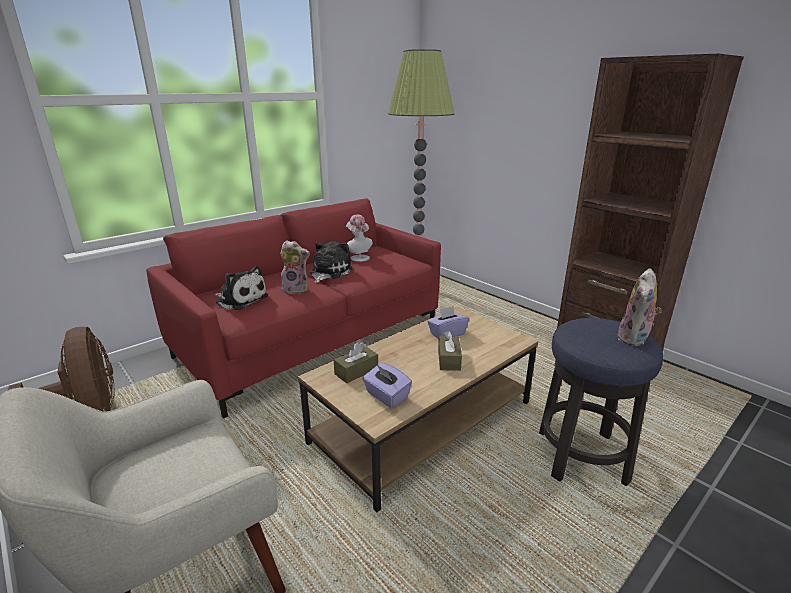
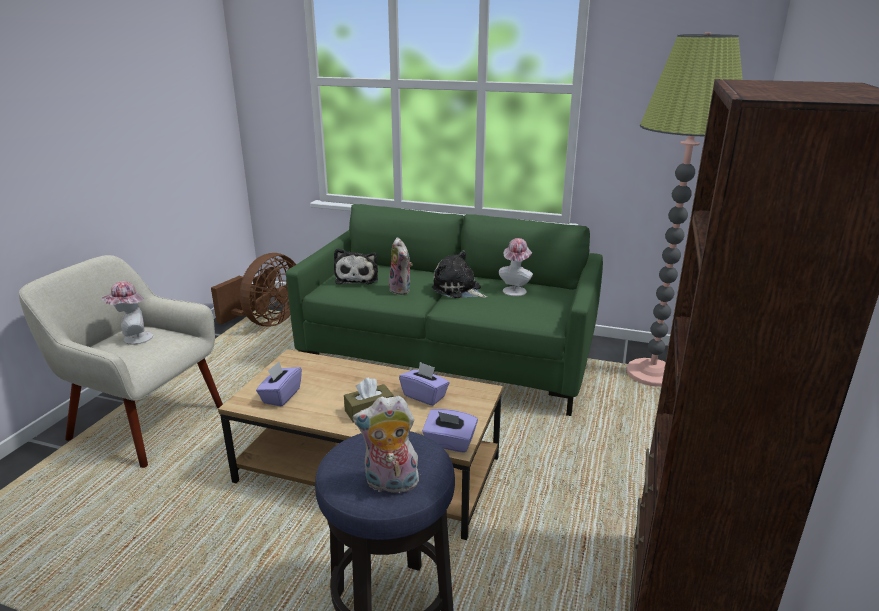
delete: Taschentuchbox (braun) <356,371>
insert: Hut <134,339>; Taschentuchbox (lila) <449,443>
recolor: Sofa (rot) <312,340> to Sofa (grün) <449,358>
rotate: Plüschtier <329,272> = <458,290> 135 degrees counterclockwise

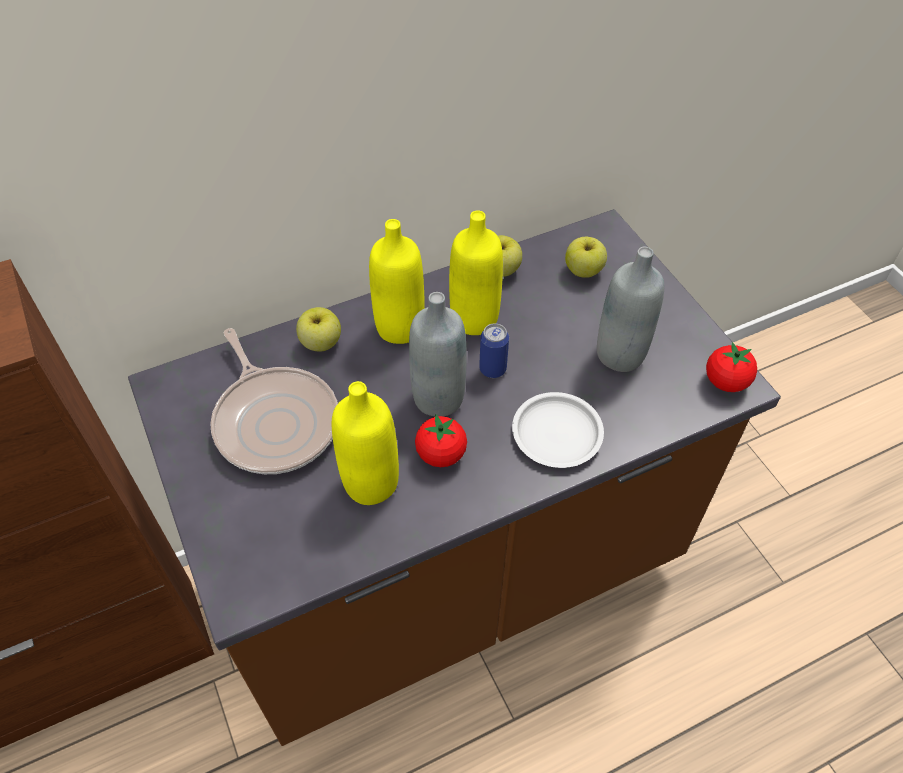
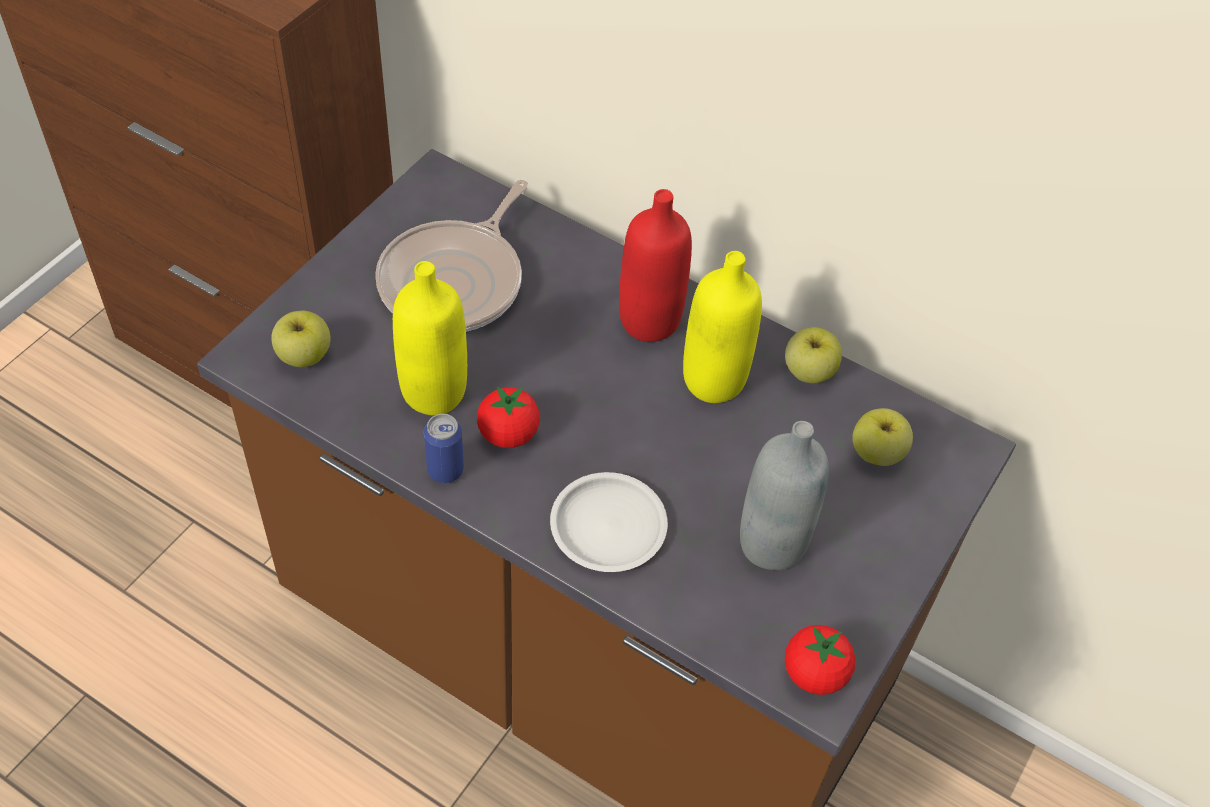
delete: Flasche (grau) <438,398>
move: Apfel <321,343> to <304,355>; Dose <492,369> to <445,470>
recolor: Flasche (gelb) <400,327> to Flasche (rot) <649,321>

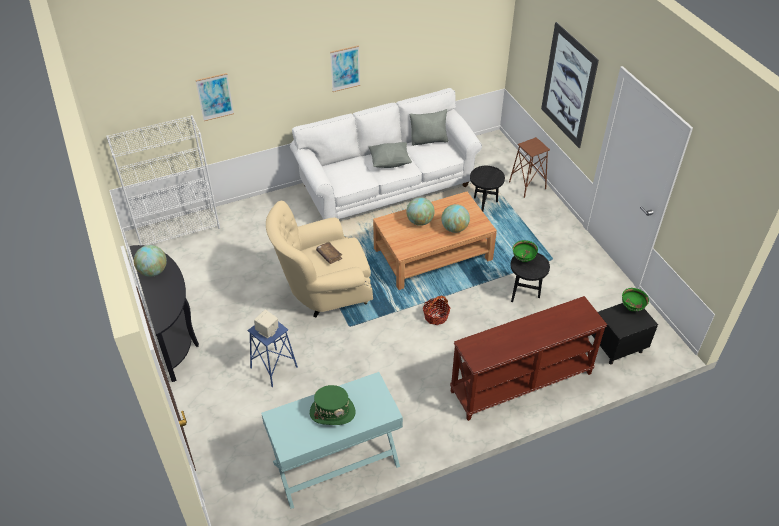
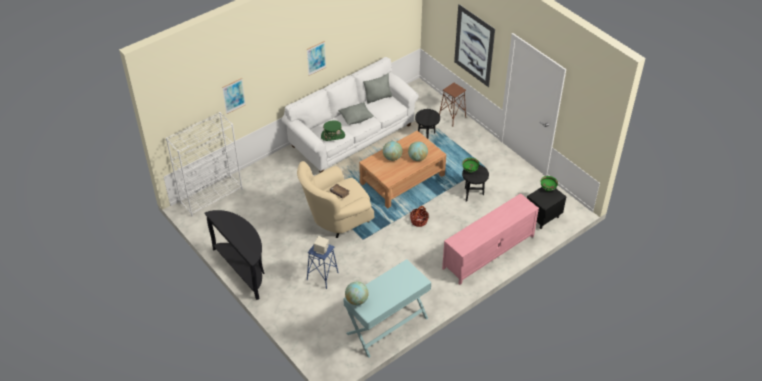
move: Globus <153,271> to <356,300>; Hut (grün) <332,412> to <333,136>
replace: Konsolentisch (braun) <521,383> to Fernsehschrank (rosa) <488,252>

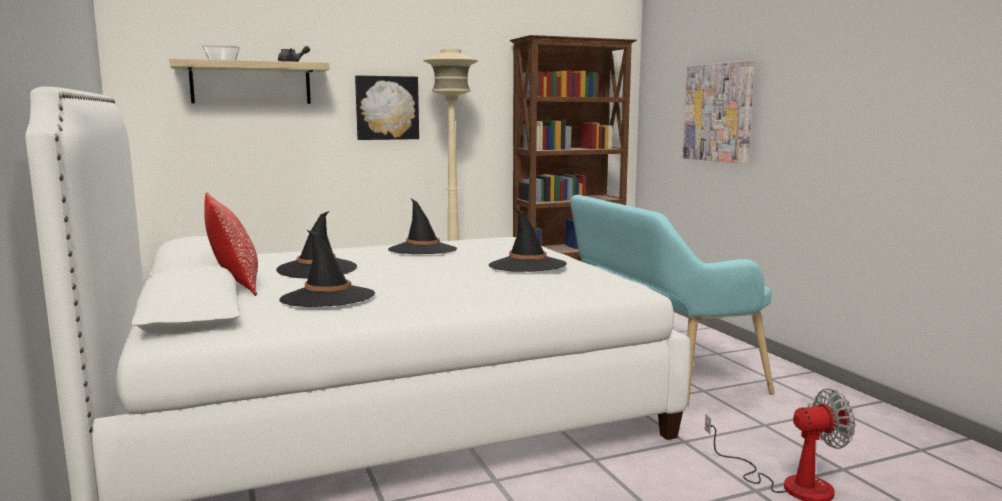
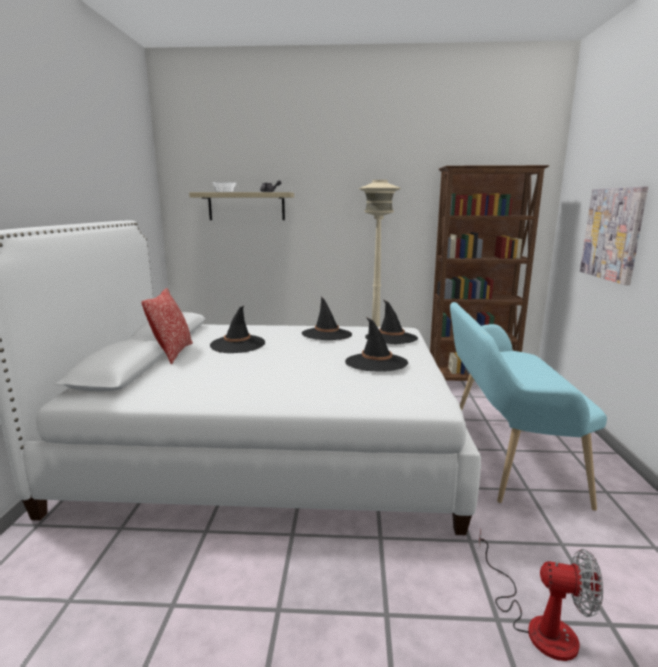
delete: Bild <387,108>
move: Hut (schwarz) <327,298> to <391,338>

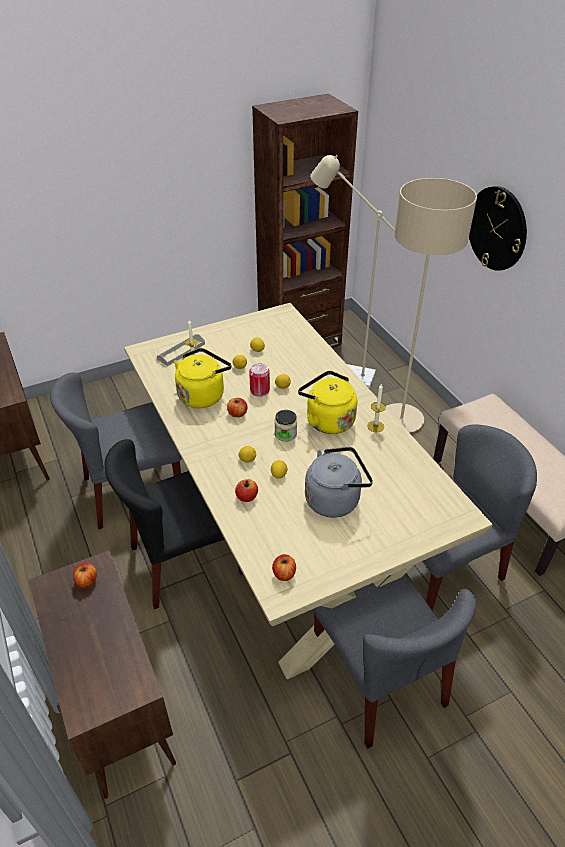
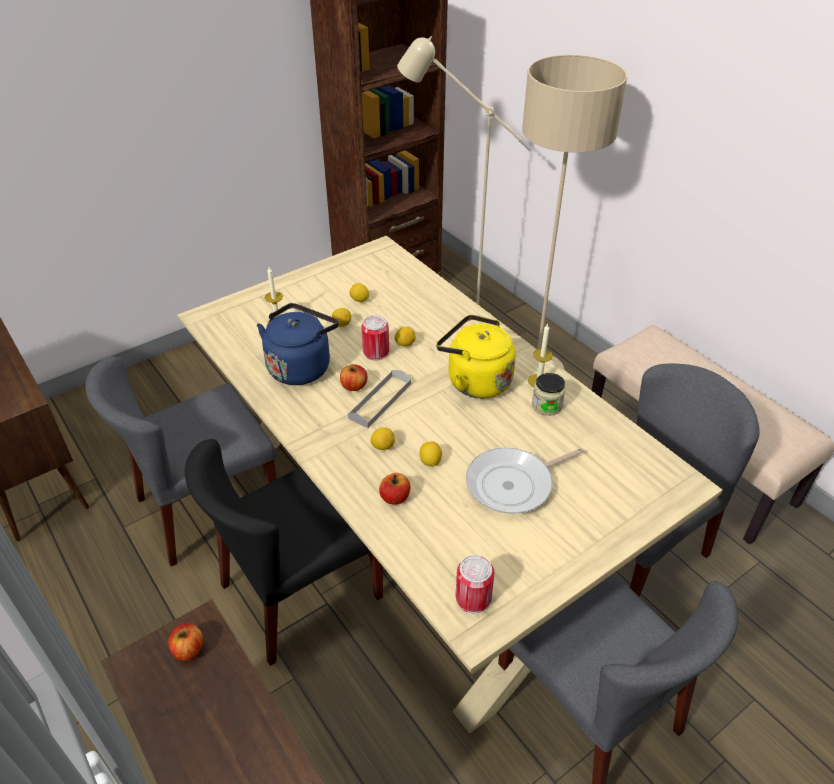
delete: Wanduhr <497,228>
move: Tablett (grau) <181,351> to <380,401>; Vorratsglas <285,434> to <546,405>
replace: Apfel <284,574> to Dose <473,598>; Wasserkessel (grau) <335,499> to Pfanne <514,484>
recolor: Wasserkessel (gelb) <203,395> to Wasserkessel (blau) <301,366>

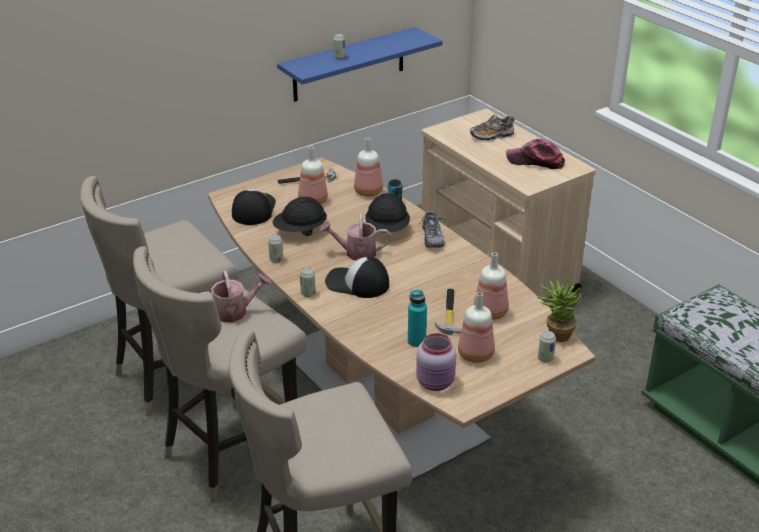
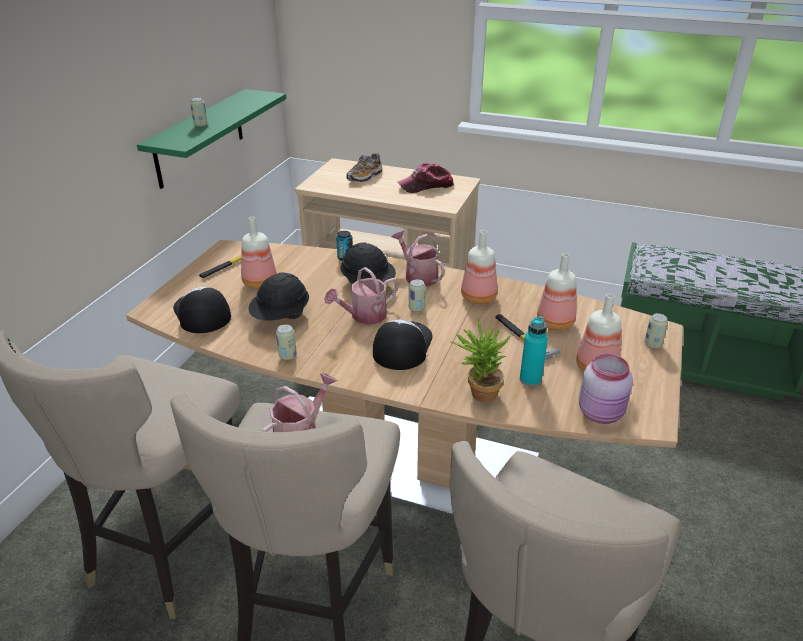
move: Dose <308,293> to <416,308>; Flasche <369,191> to <478,297>; Topfpflanze <555,334> to <478,393>
replace: Schuh <432,237> to Gießkanne <418,276>
recolor: Wandregal (blau) <349,65> to Wandregal (grün) <200,138>
rotate: Kappe <357,283> = <402,346> 120 degrees clockwise

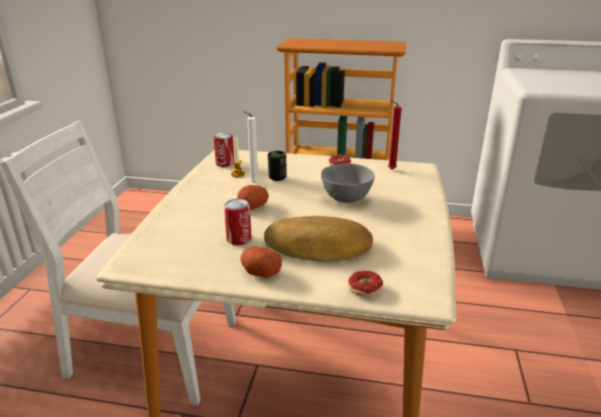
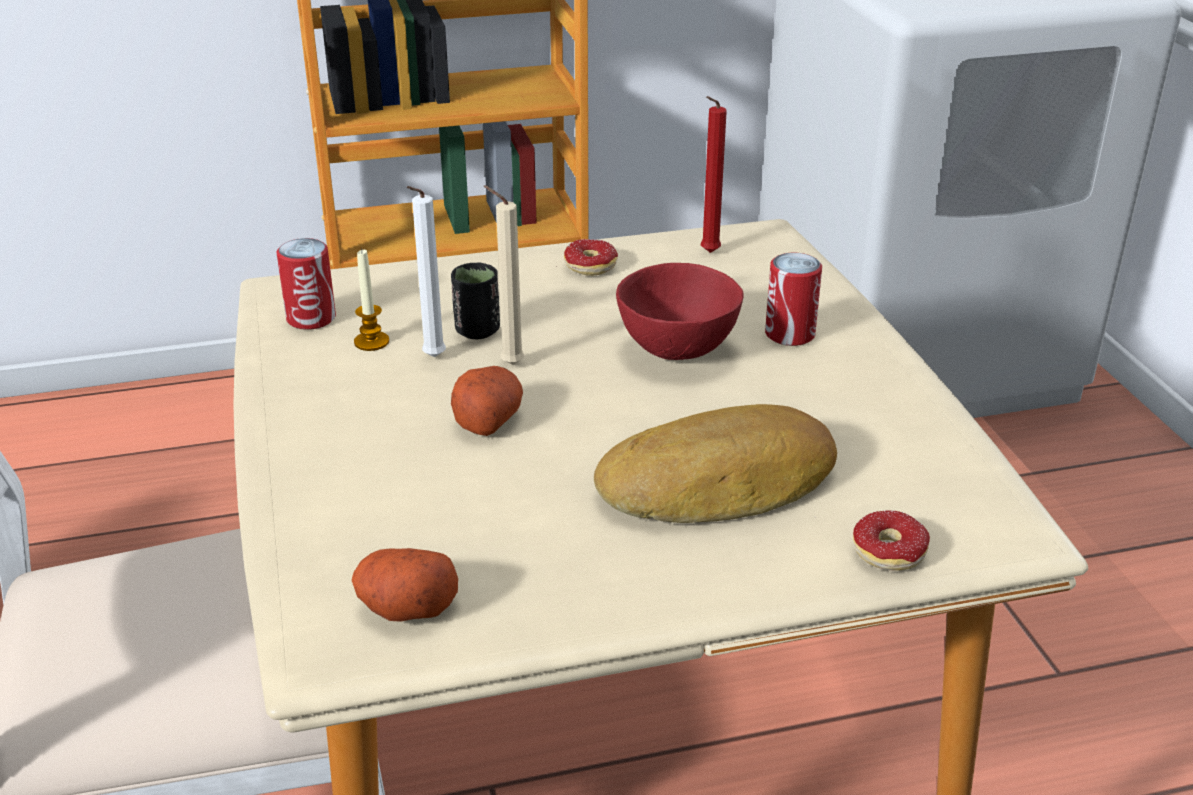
insert: Kerze (beige) <508,364>
move: Dose <239,239> to <790,334>; Kartoffel <260,272> to <405,607>
recolor: Schüssel (grau) <346,199> to Schüssel (rot) <679,350>

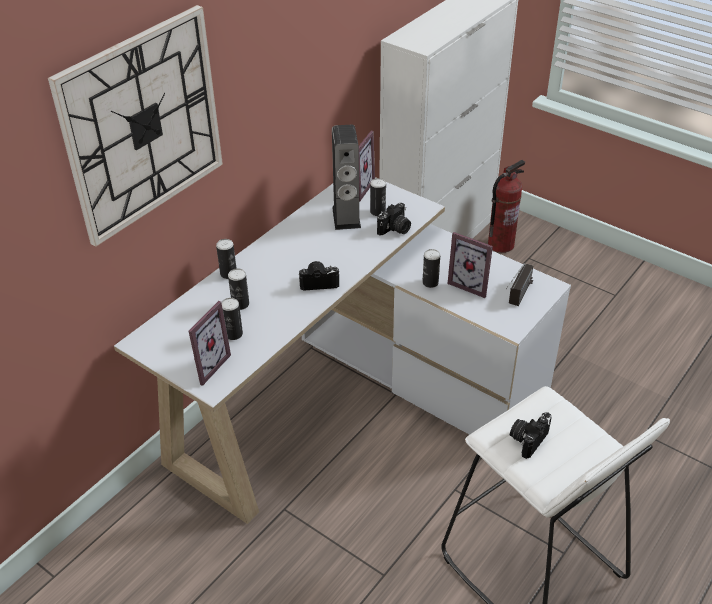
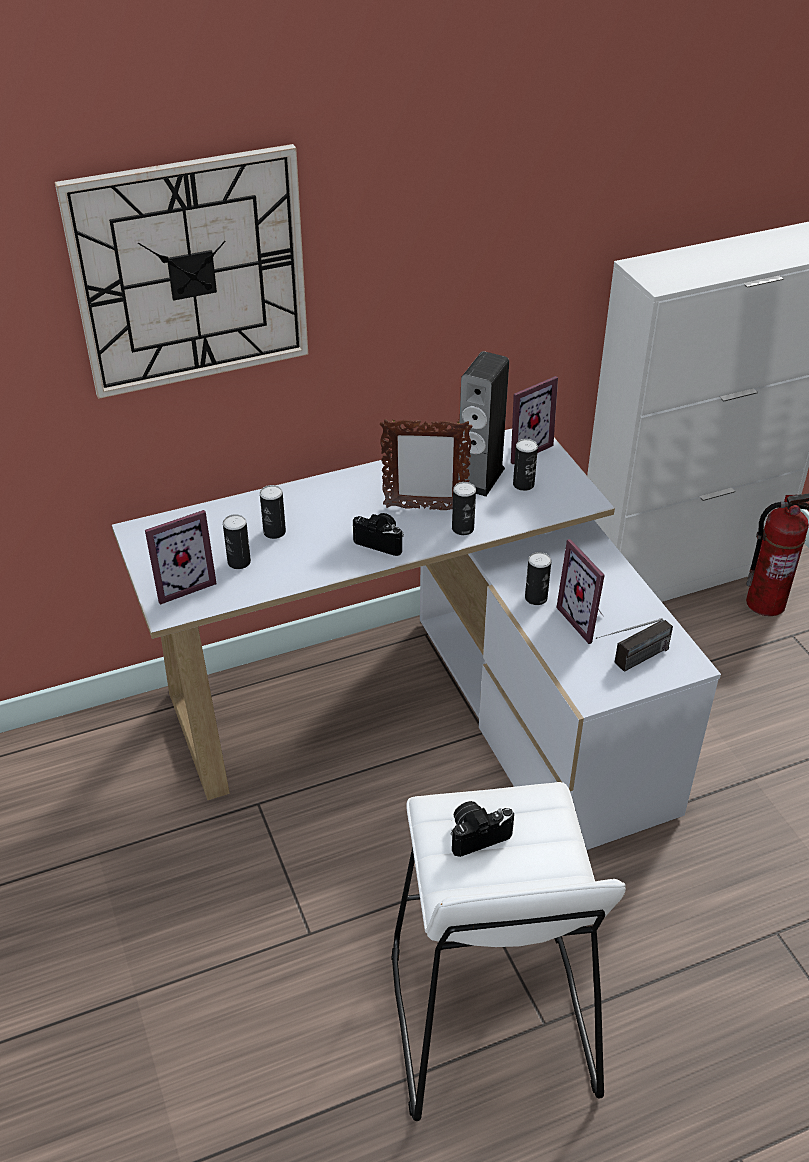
delete: Kamera <395,229>
insert: Bilderrahmen <424,508>
move: Dose <228,274> to <462,528>

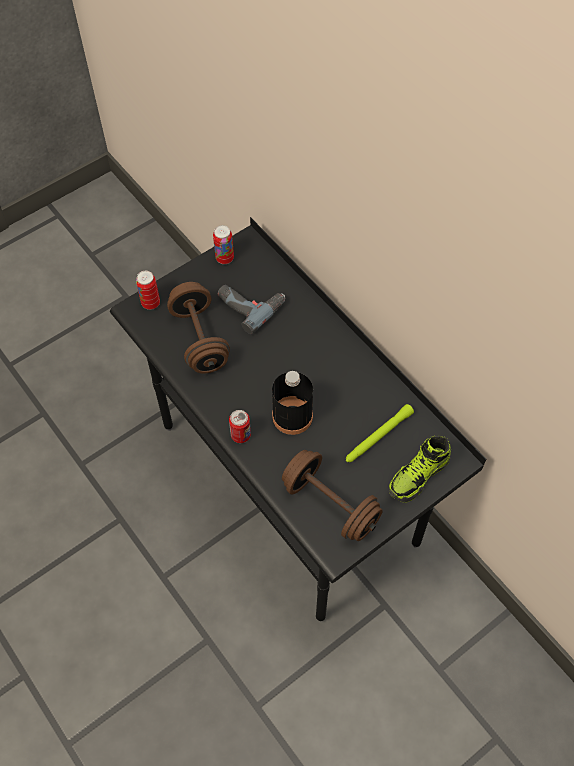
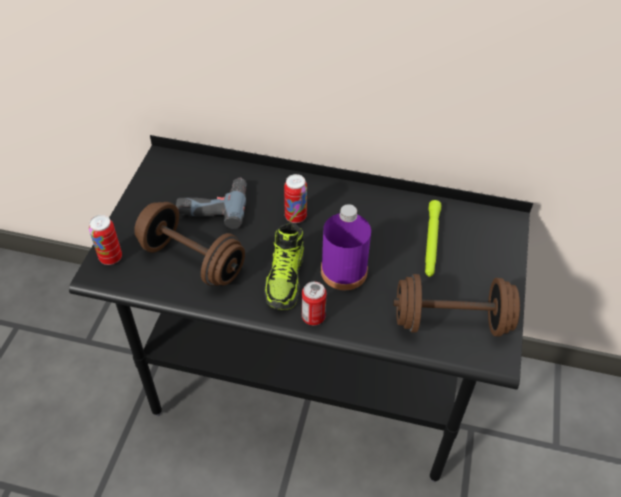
move: Dose <224,258> to <295,217>; Schuh <418,475> to <285,279>
recolor: Flasche (schwarz) <292,416> to Flasche (lila) <344,271>

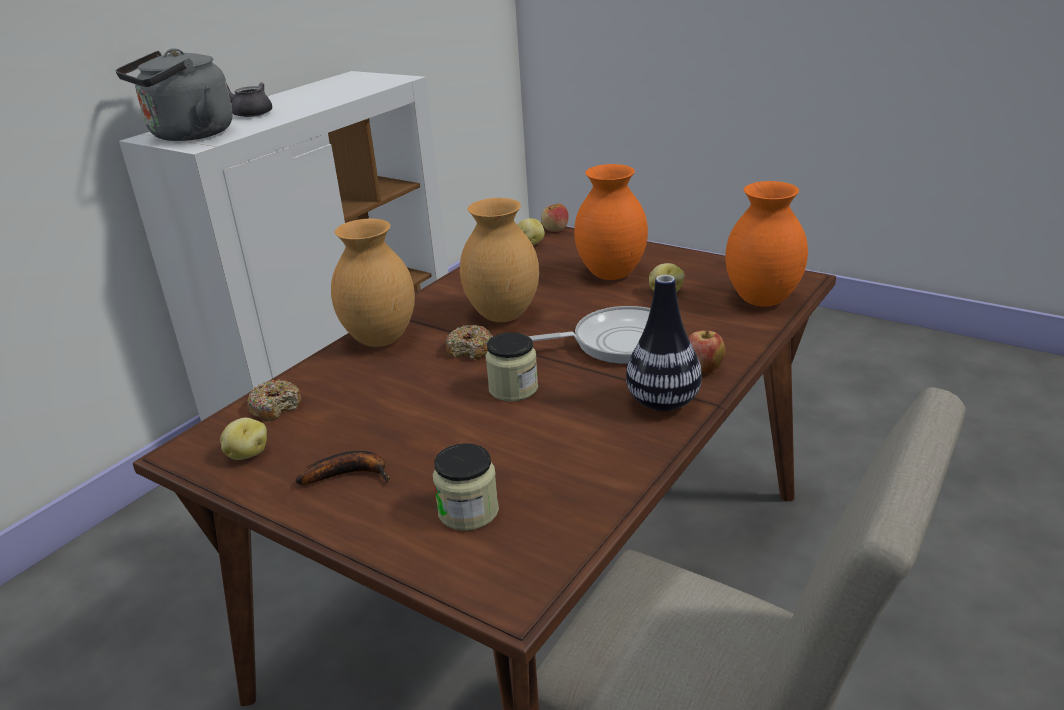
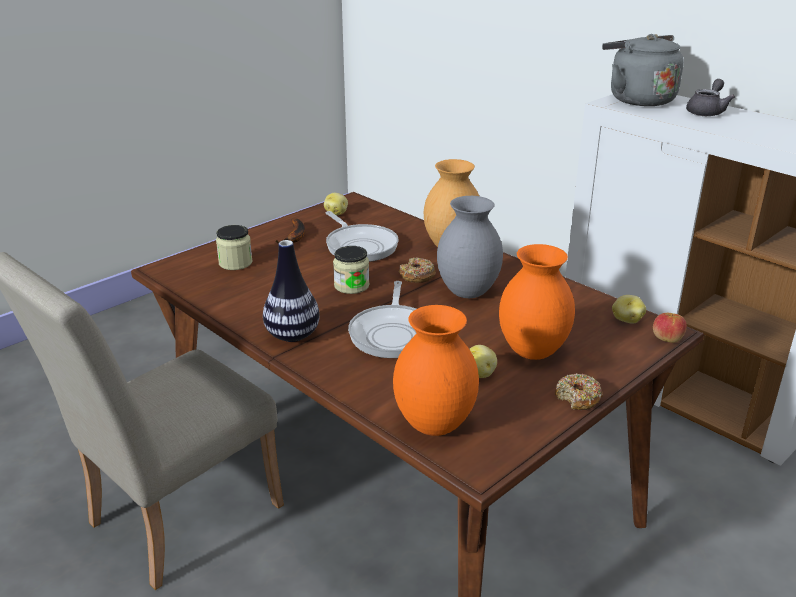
delete: Apfel <703,370>
insert: Pfanne <360,246>
move: Donut <275,407> to <578,398>
recolor: Vase (braun) <504,315> to Vase (grau) <468,293>

